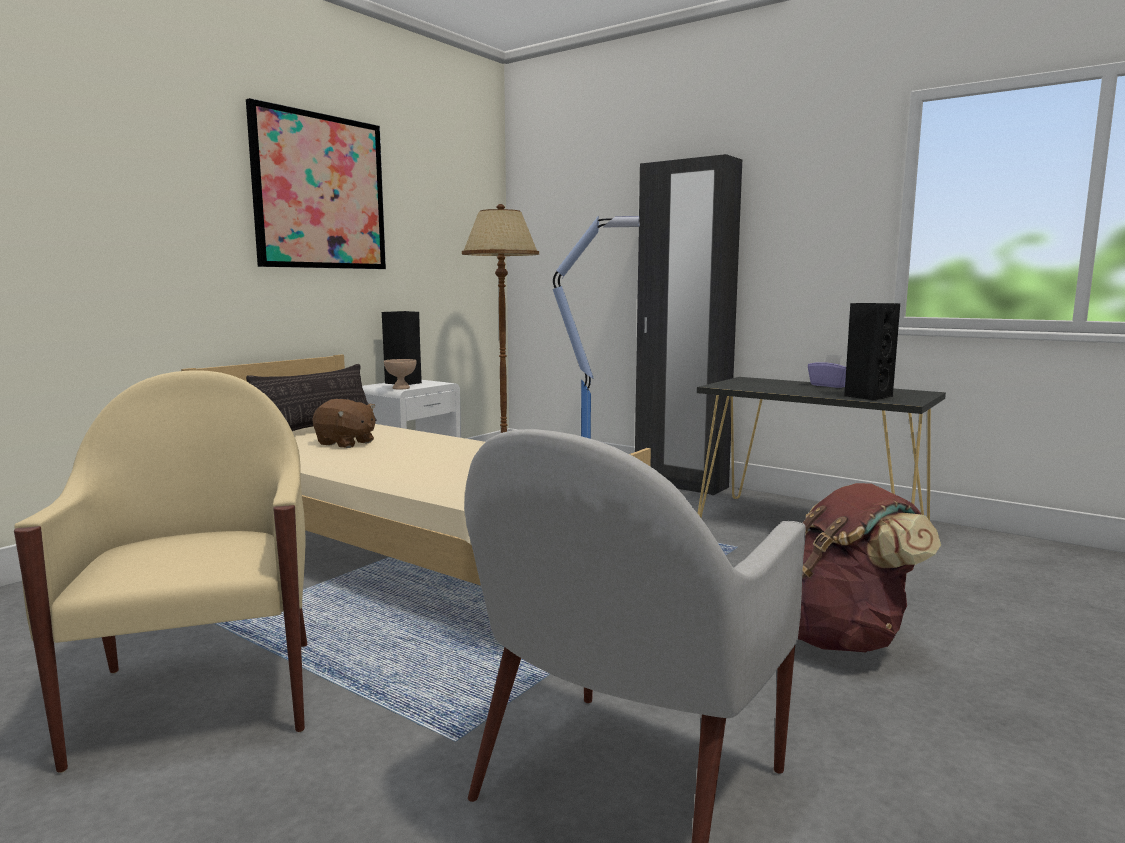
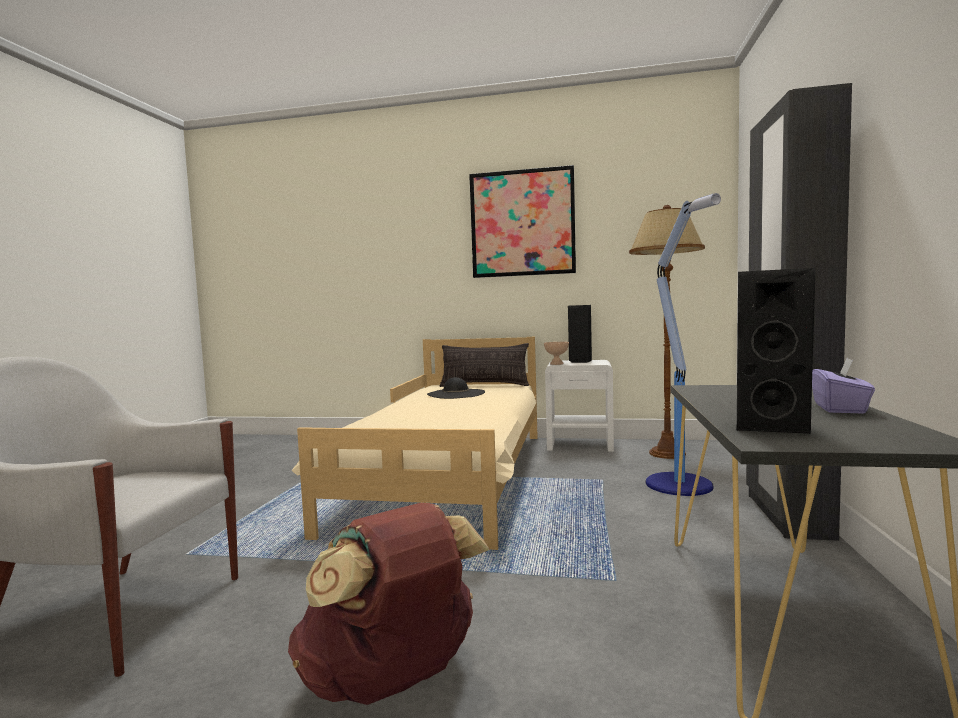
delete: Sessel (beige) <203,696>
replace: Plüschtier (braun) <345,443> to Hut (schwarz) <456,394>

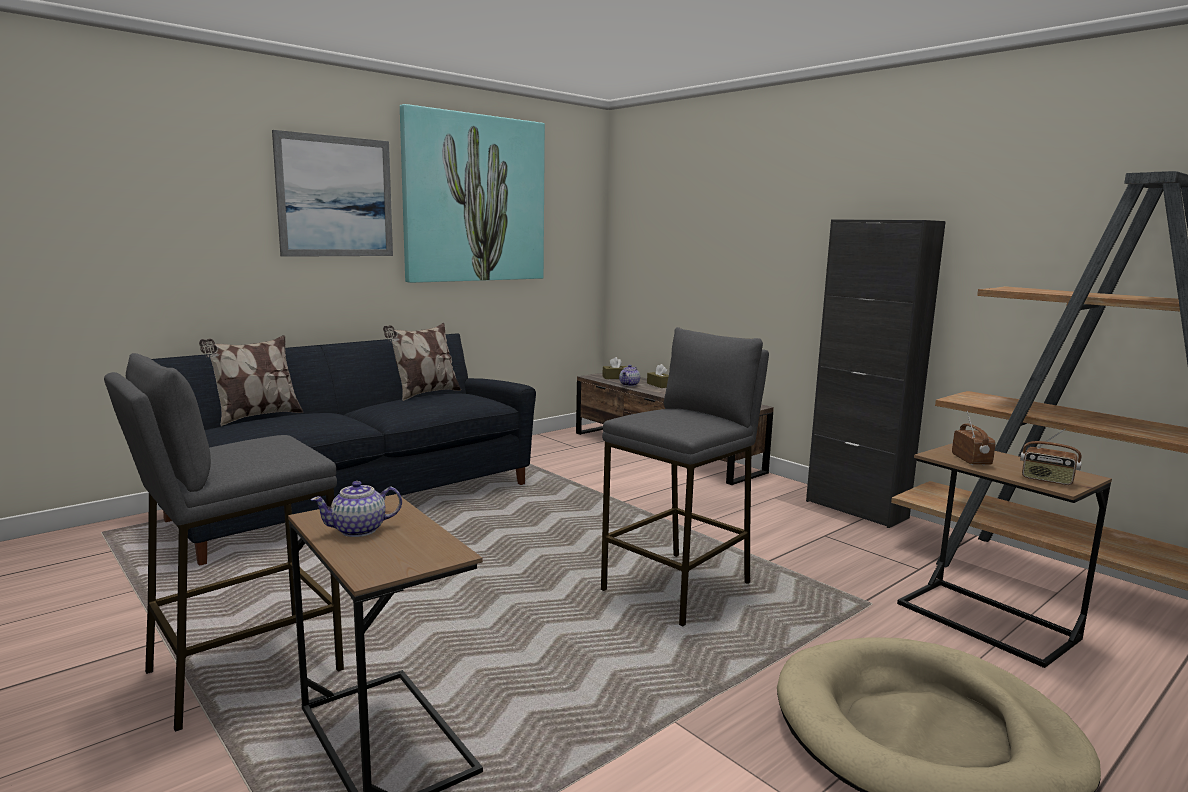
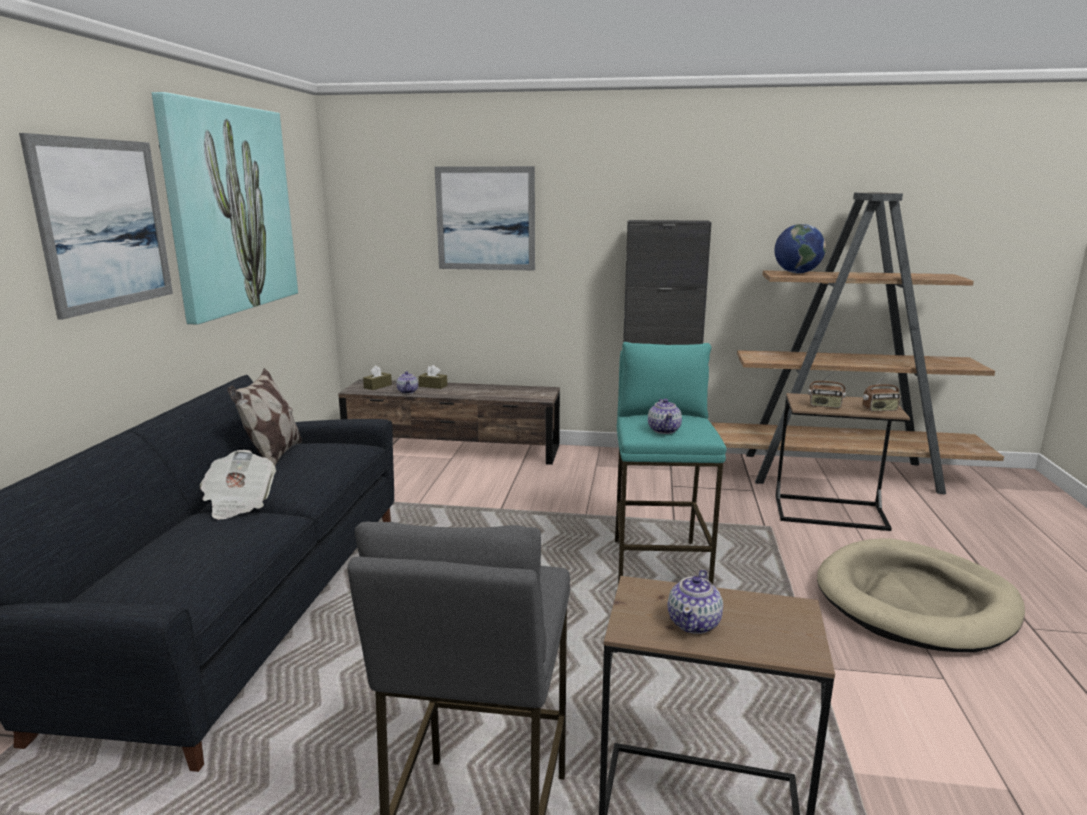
delete: Kissen <256,417>
insert: Zeitung <239,503>; Bild <485,218>; Teekanne <664,430>; Globus <797,273>
recolor: Hocker (grau) <678,587> to Hocker (türkis) <659,566>
rotate: Radio <972,460> = <825,406> 150 degrees clockwise

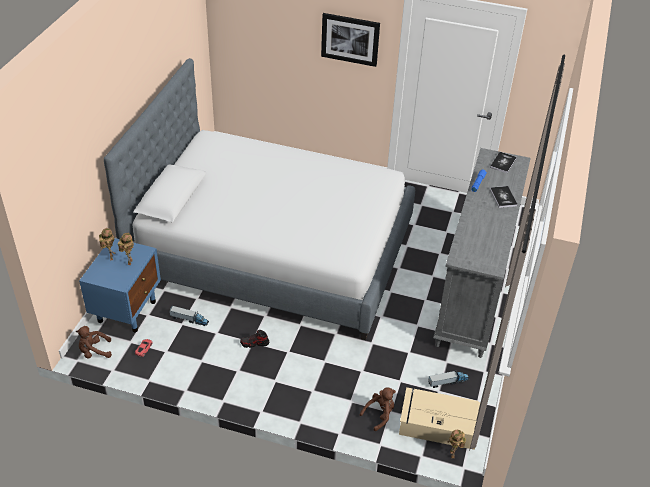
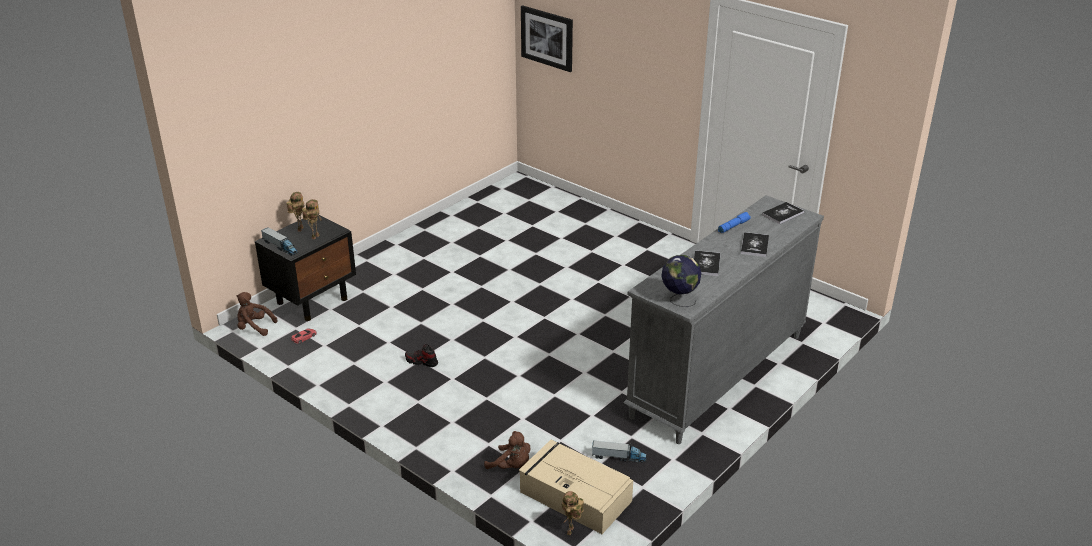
delete: Bett <273,250>
insert: Globus <679,300>; Buch <706,264>
move: Spielzeuglaster <189,319> to <280,247>; Bild <350,39> to <547,38>
recolor: Nachttisch (blau) <127,310> to Nachttisch (schwarz) <313,300>
rotate: Plüschtier (braun) <379,415> = <511,466> 45 degrees clockwise

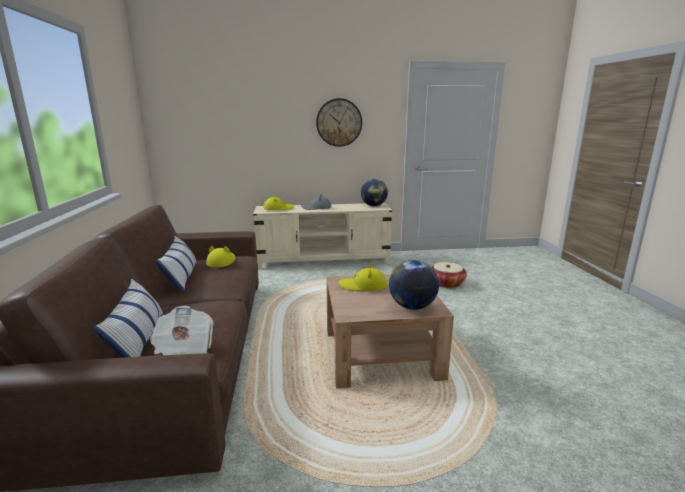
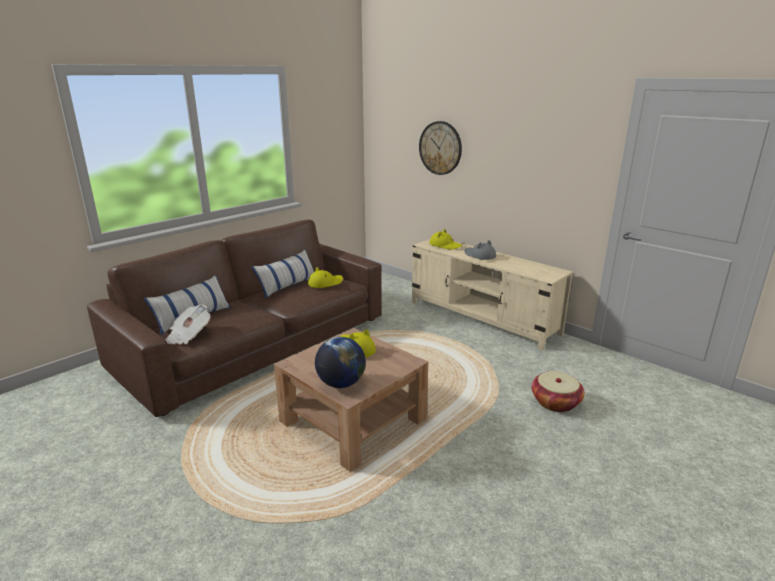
delete: Globus <373,206>
move: Wanduhr <339,122> to <440,148>

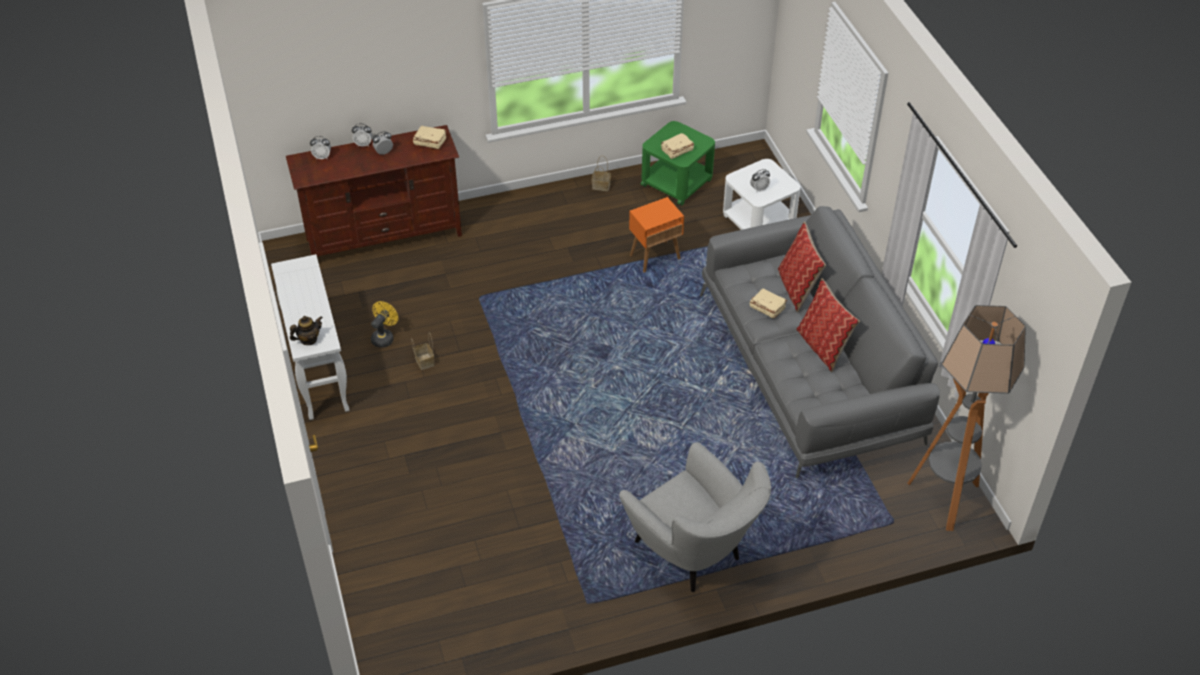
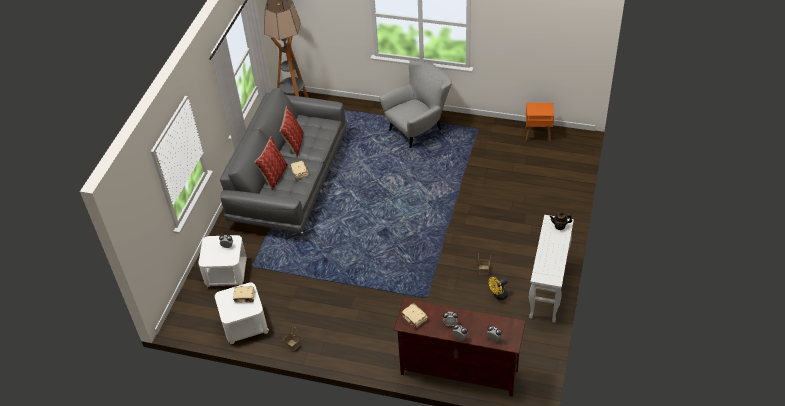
move: Beistelltisch (orange) <655,257> to <537,135>
recolor: Beistelltisch (grün) <676,182> to Beistelltisch (weiß) <244,325>
rotate: Sessel (grau) <694,554> = <418,128> 60 degrees clockwise

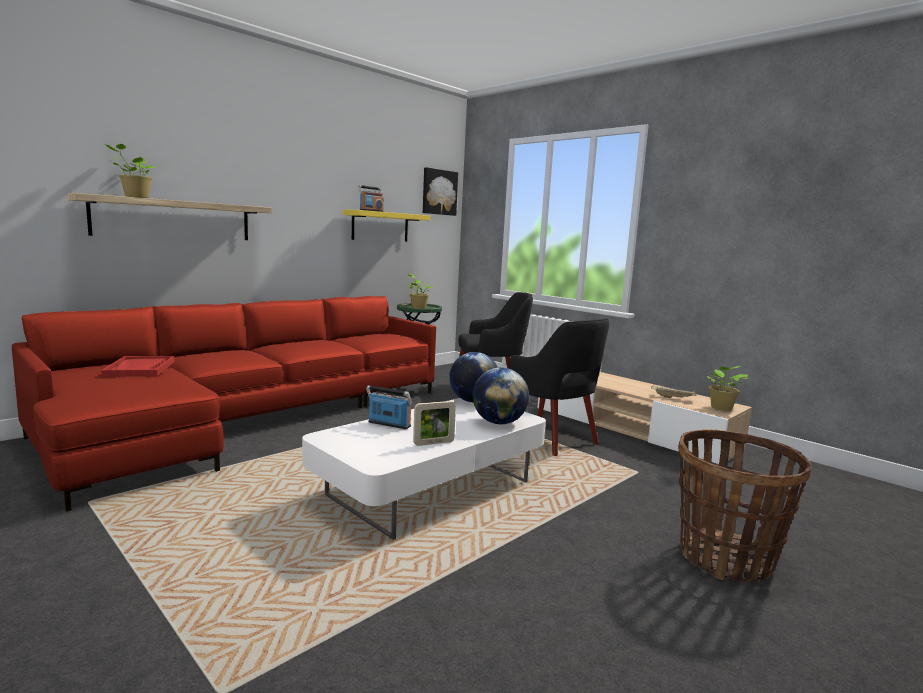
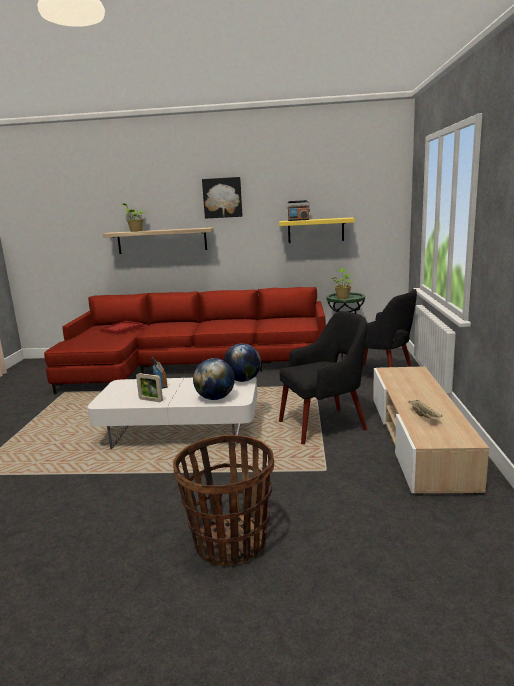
delete: Topfpflanze <721,408>
move: Bild <439,192> to <222,198>
rotate: Sessel (schwarz) <548,438> = <325,425> 120 degrees counterclockwise

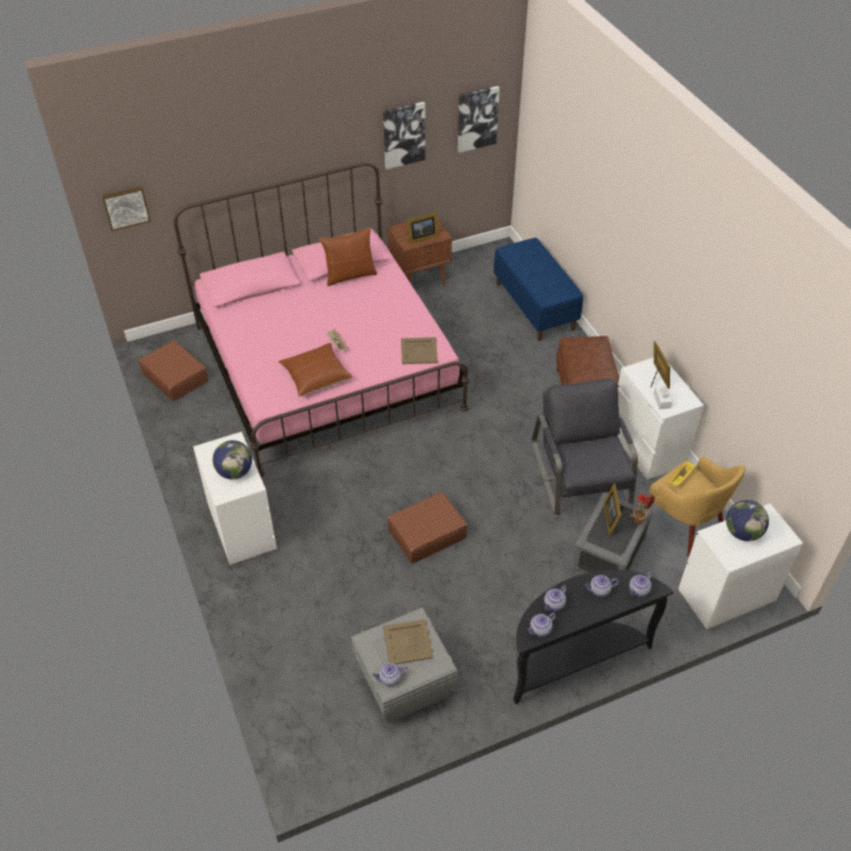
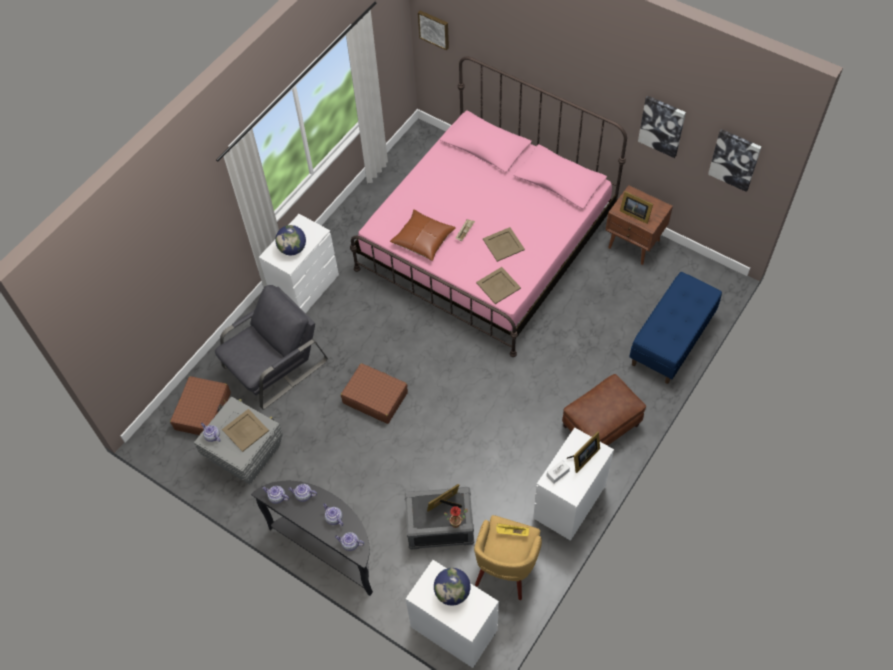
delete: Kissen (braun) <350,275>
insert: Tablett (beige) <503,245>
move: Koffer (braun) <175,377> to <203,411>; Sessel (grau) <581,474> to <274,365>

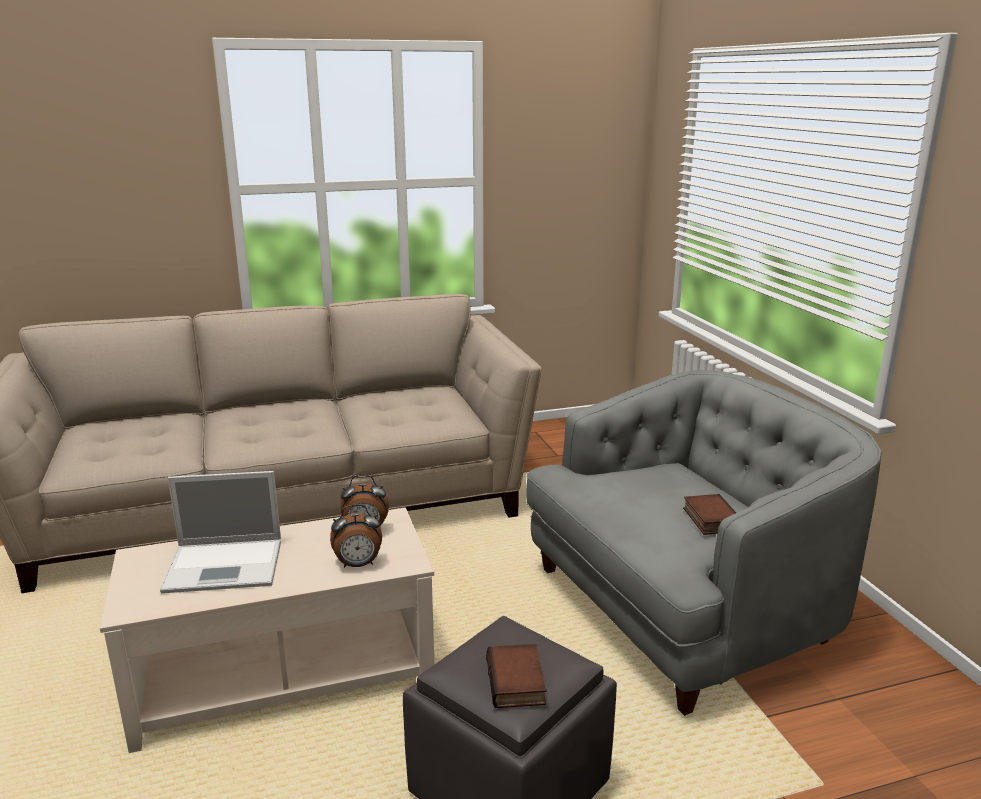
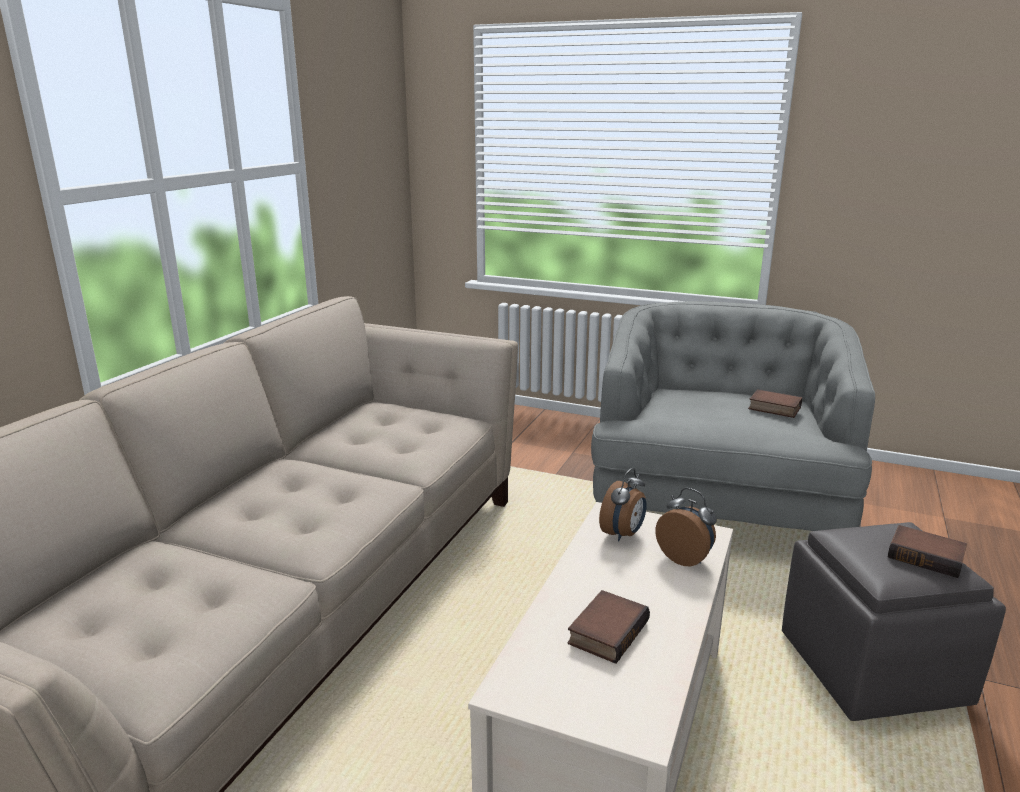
replace: Laptop <227,565> to Buch <606,631>
rotate: Wecker <358,565> = <685,558> 75 degrees counterclockwise

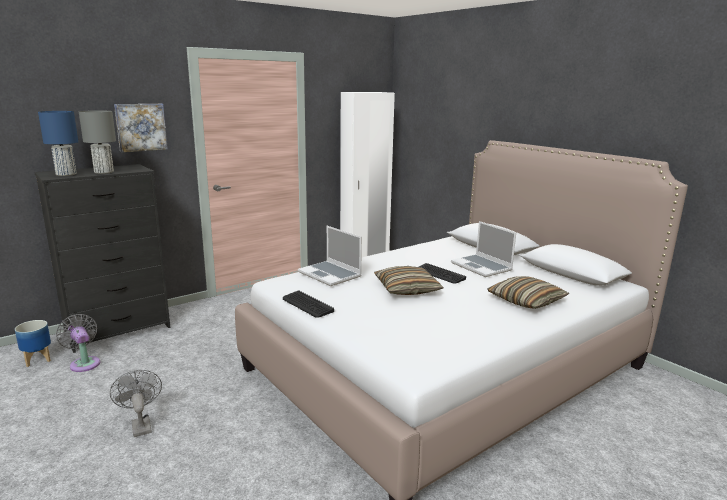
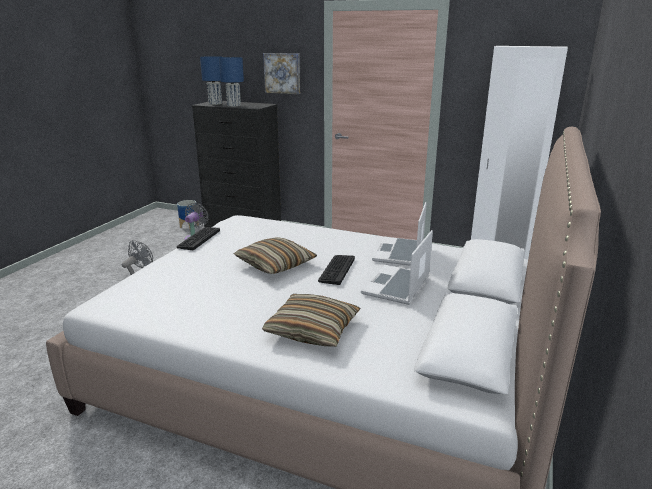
move: Laptop <330,274> to <399,253>
recolor: Tischlampe (grau) <104,172> to Tischlampe (blau) <233,105>

